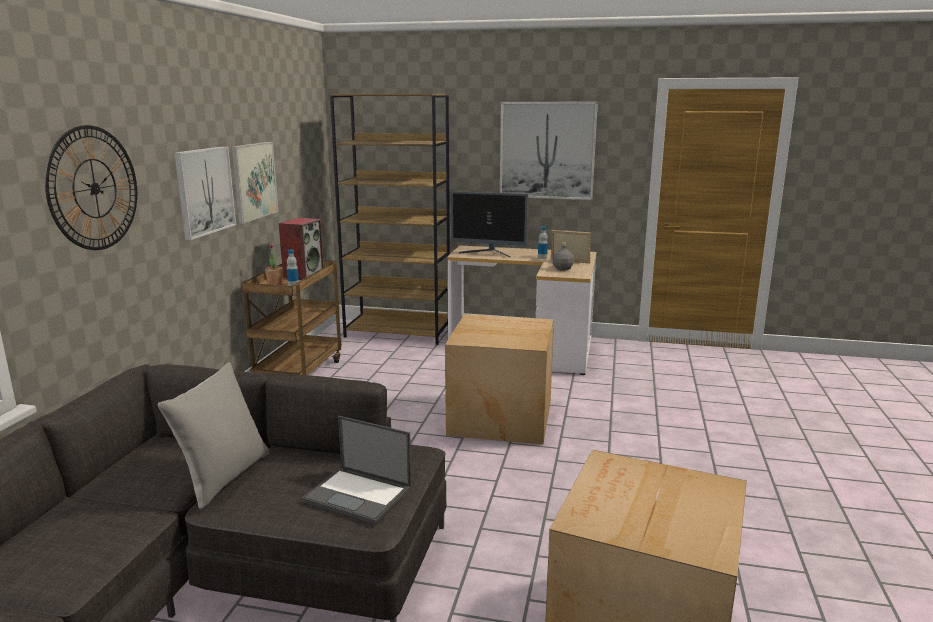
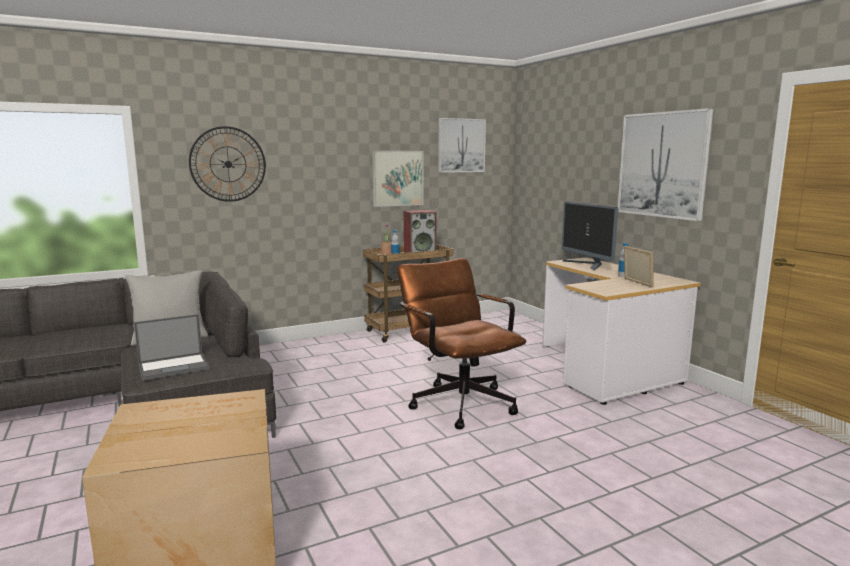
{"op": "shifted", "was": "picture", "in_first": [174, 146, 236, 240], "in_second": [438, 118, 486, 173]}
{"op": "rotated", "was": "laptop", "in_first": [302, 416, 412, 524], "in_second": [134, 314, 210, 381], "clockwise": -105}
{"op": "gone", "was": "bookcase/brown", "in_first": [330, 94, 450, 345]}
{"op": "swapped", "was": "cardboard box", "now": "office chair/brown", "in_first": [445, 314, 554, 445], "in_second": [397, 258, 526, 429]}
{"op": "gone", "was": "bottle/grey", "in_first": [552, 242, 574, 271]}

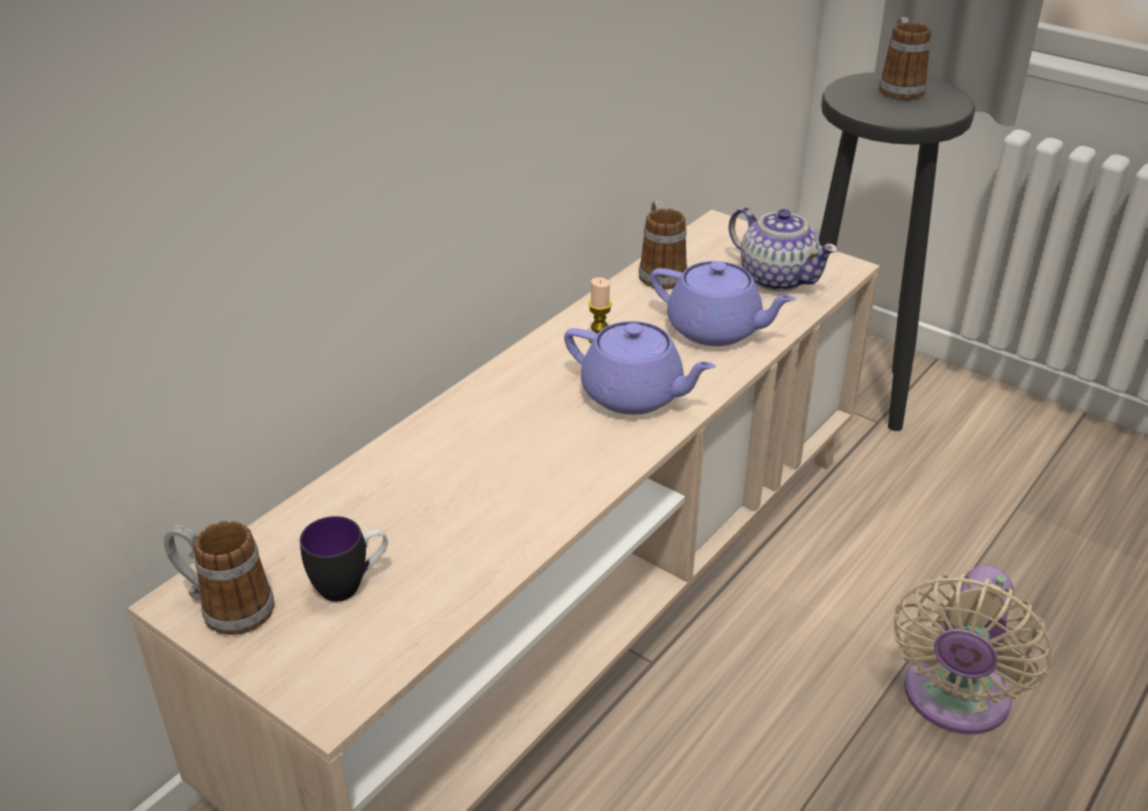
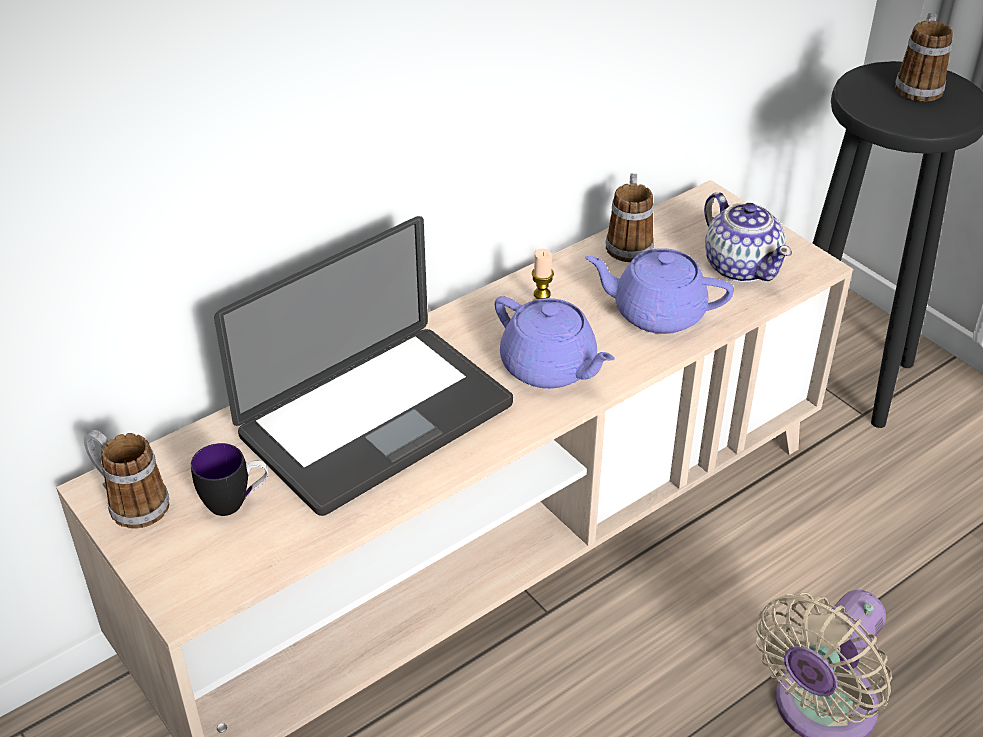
{"op": "rotated", "was": "teapot/purple", "in_first": [650, 261, 796, 346], "in_second": [585, 248, 734, 334], "clockwise": 150}
{"op": "new", "now": "laptop", "in_second": [214, 216, 513, 516]}

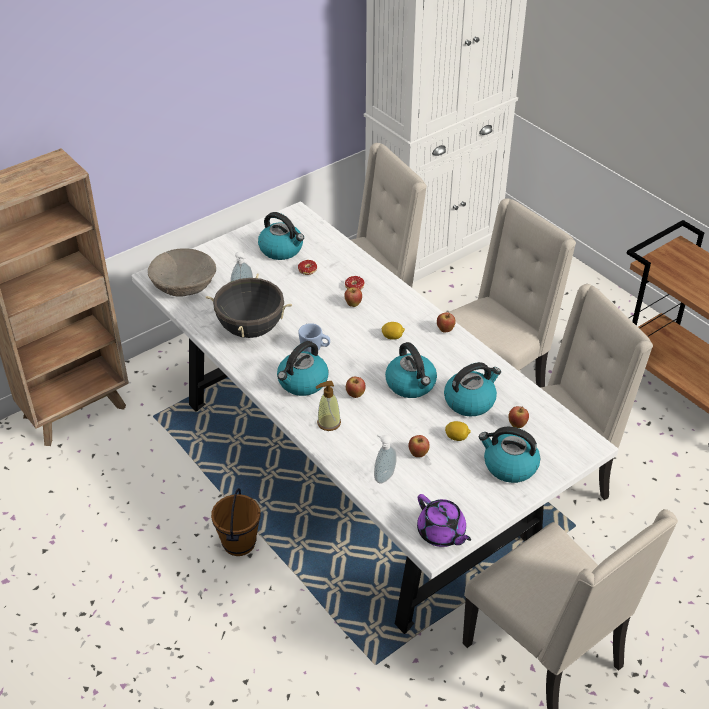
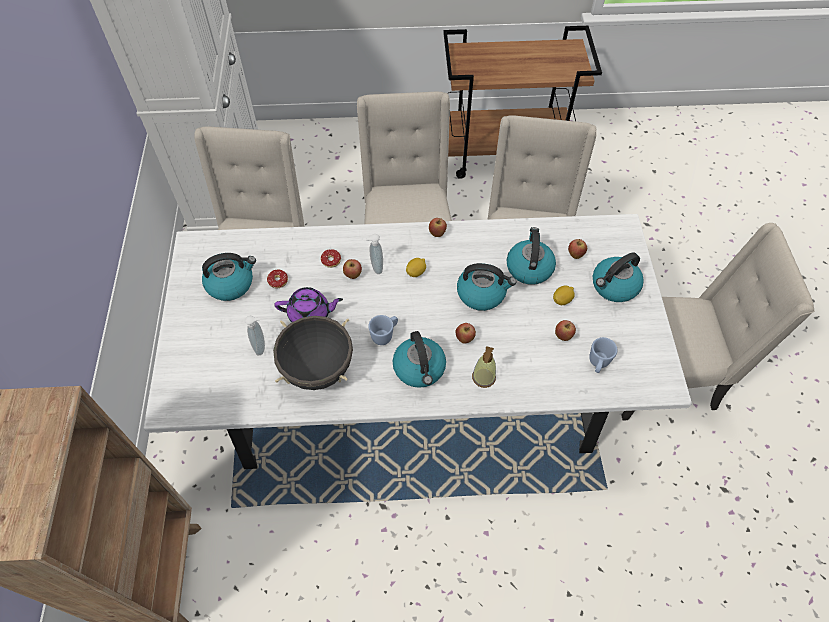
{"op": "gone", "was": "bowl/beige", "in_first": [148, 248, 216, 296]}
{"op": "gone", "was": "bucket/brown", "in_first": [211, 488, 261, 556]}
{"op": "shifted", "was": "soap dispenser", "in_first": [374, 433, 397, 484], "in_second": [365, 234, 383, 274]}
{"op": "shifted", "was": "teapot/purple", "in_first": [417, 494, 471, 547], "in_second": [274, 287, 343, 322]}
{"op": "new", "now": "mug/blue", "in_second": [589, 337, 617, 373]}

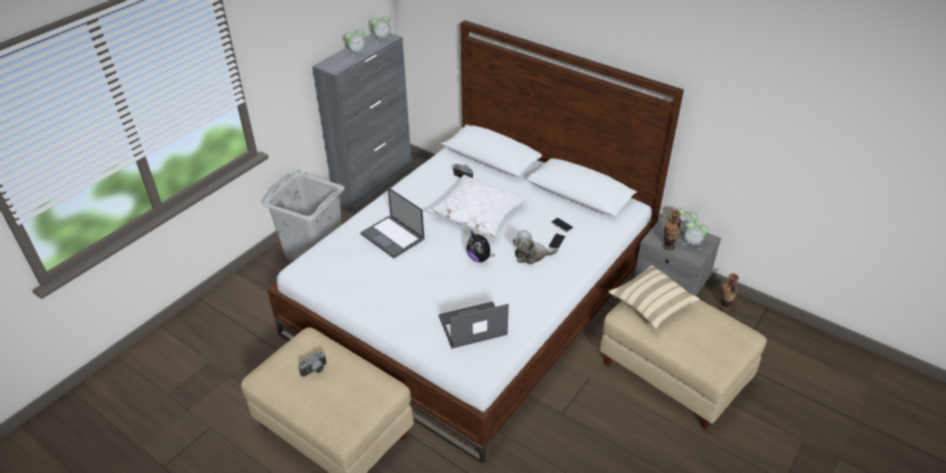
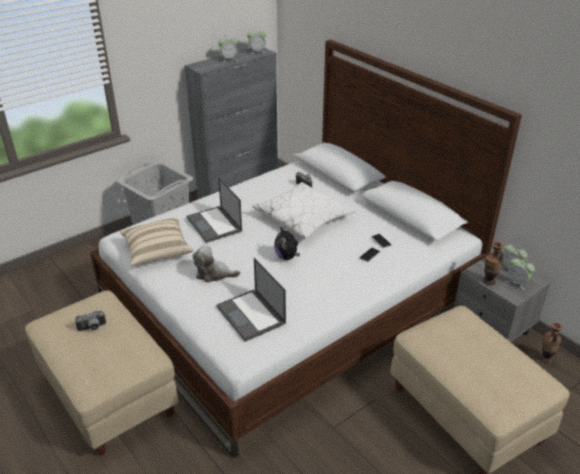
{"op": "rotated", "was": "laptop", "in_first": [439, 302, 509, 349], "in_second": [216, 258, 286, 342], "clockwise": -120}
{"op": "shifted", "was": "plush toy", "in_first": [513, 230, 558, 265], "in_second": [193, 245, 240, 283]}
{"op": "shifted", "was": "pillow/beige", "in_first": [608, 265, 699, 329], "in_second": [120, 218, 193, 266]}

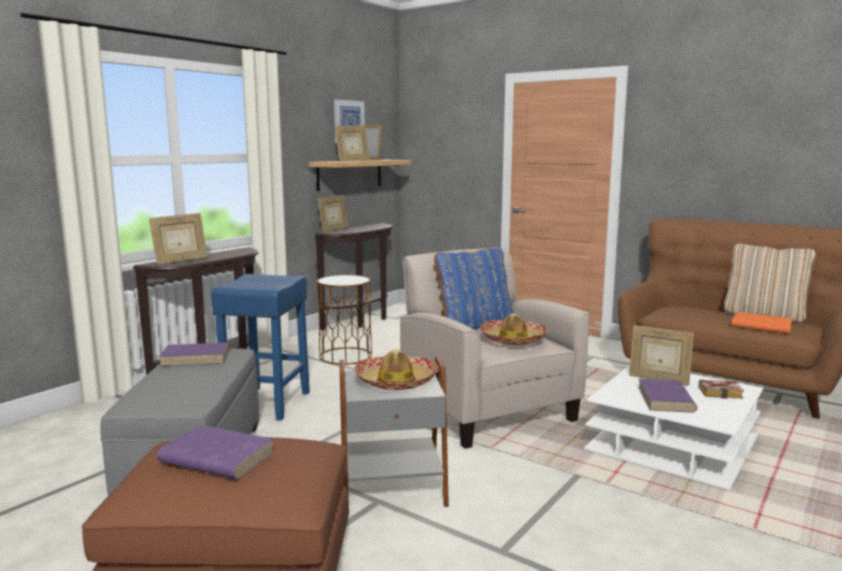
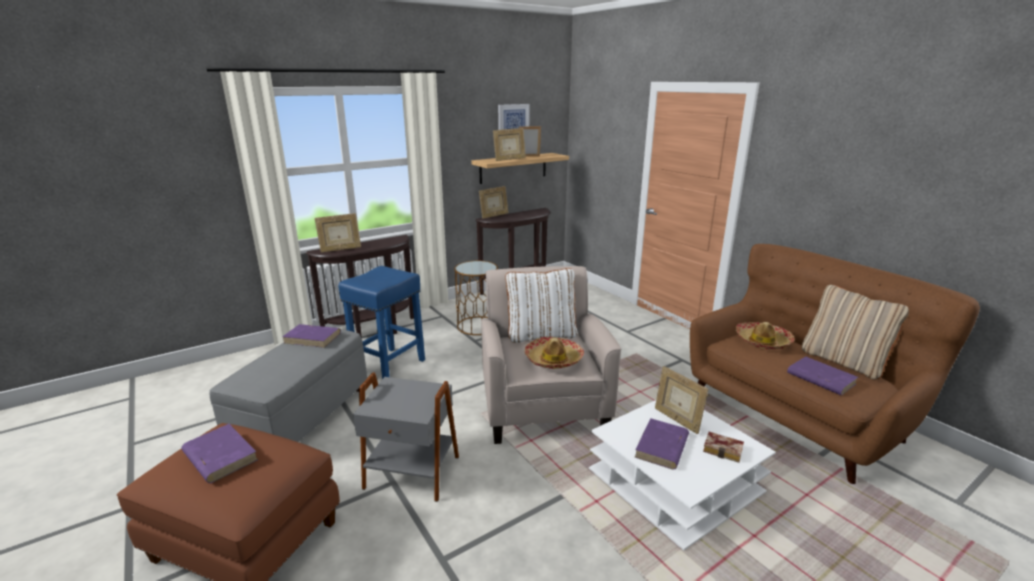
{"op": "shifted", "was": "hat", "in_first": [354, 349, 439, 390], "in_second": [736, 322, 795, 349]}
{"op": "repainted", "was": "pillow/blue", "now": "pillow/white", "in_first": [434, 247, 514, 329], "in_second": [505, 268, 577, 343]}
{"op": "repainted", "was": "book/orange", "now": "book/purple", "in_first": [732, 312, 793, 334], "in_second": [787, 356, 858, 395]}

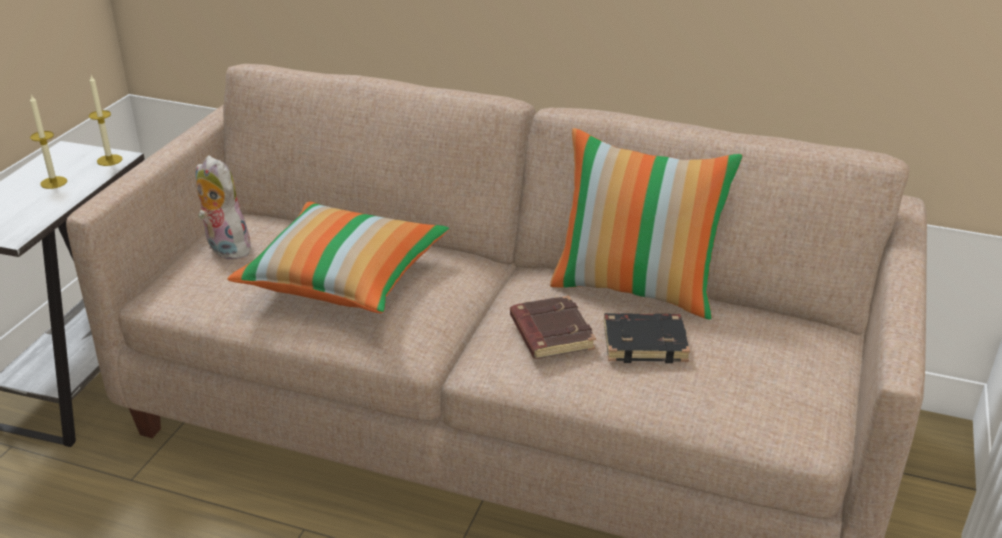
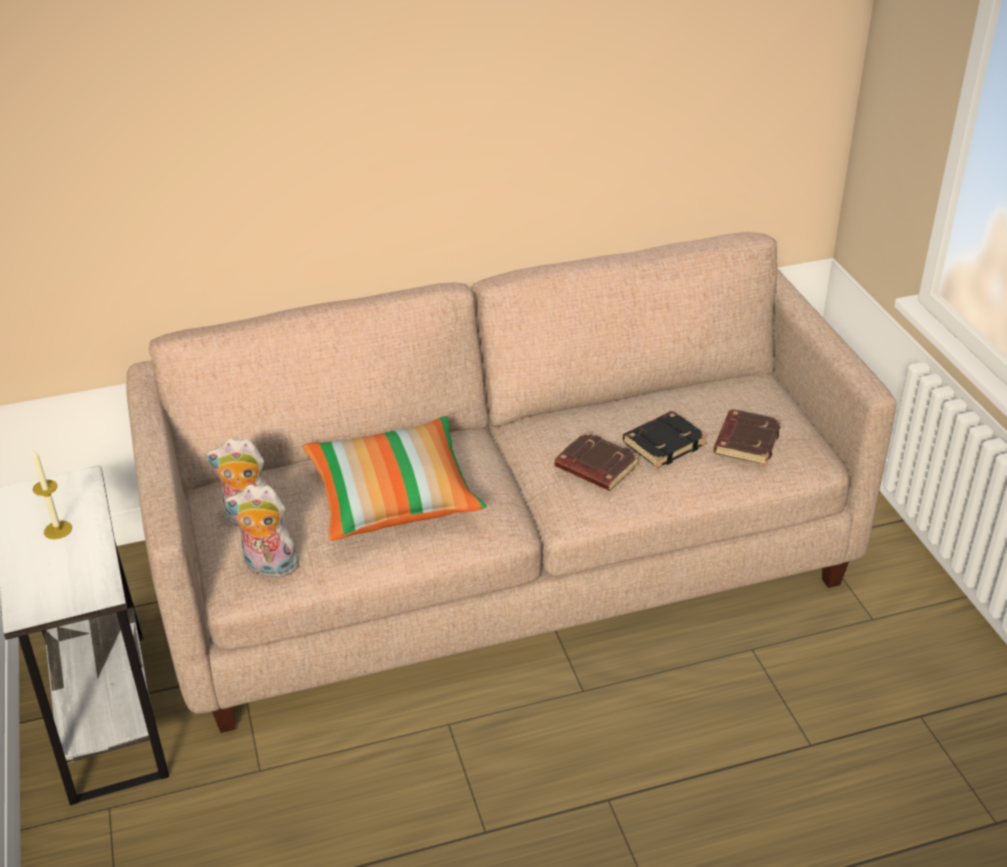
{"op": "gone", "was": "candle", "in_first": [89, 75, 122, 166]}
{"op": "gone", "was": "pillow", "in_first": [550, 128, 743, 319]}
{"op": "new", "now": "plush toy", "in_second": [225, 485, 305, 578]}
{"op": "new", "now": "book/brown", "in_second": [713, 409, 782, 466]}

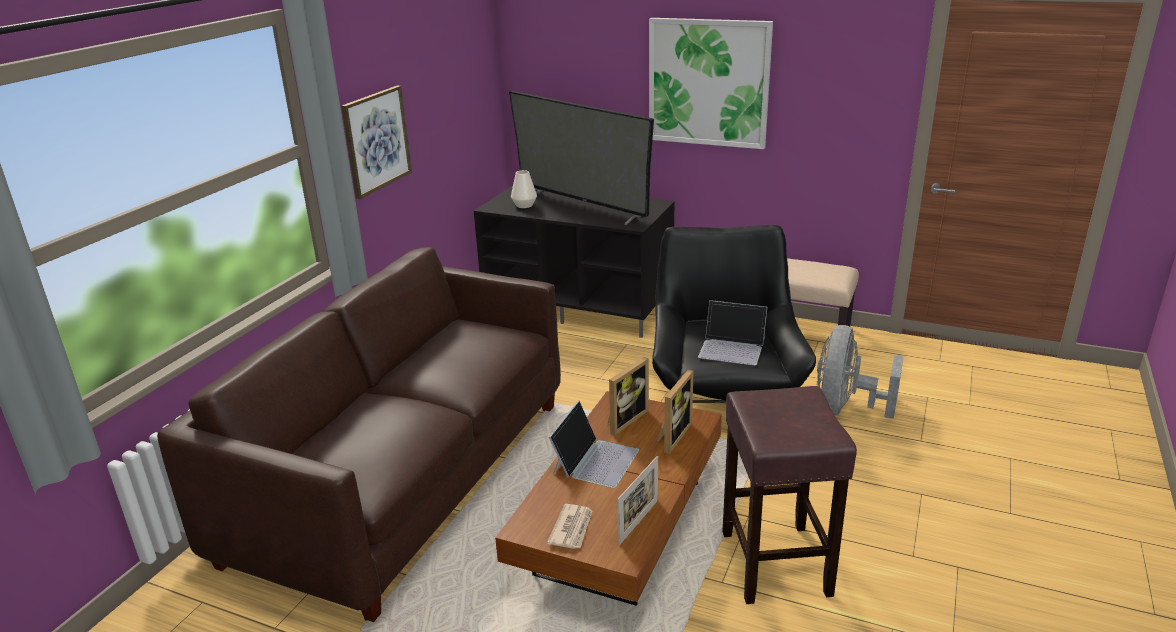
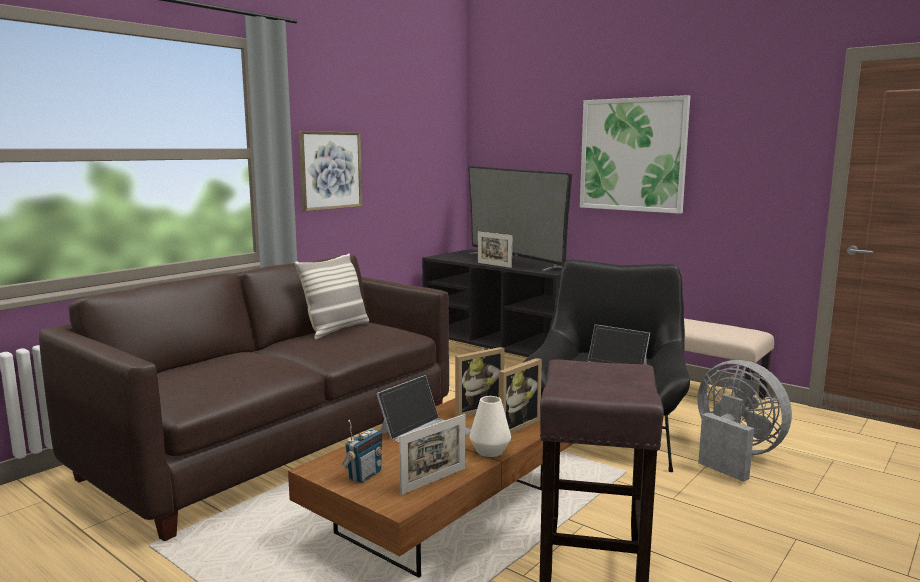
{"op": "shifted", "was": "vase/white", "in_first": [511, 170, 537, 208], "in_second": [469, 396, 511, 457]}
{"op": "swapped", "was": "newspaper", "now": "radio", "in_first": [547, 504, 592, 549], "in_second": [342, 420, 383, 483]}
{"op": "rotated", "was": "fan/grey", "in_first": [817, 325, 904, 419], "in_second": [698, 360, 792, 482], "clockwise": 105}
{"op": "new", "now": "pillow", "in_second": [295, 253, 369, 340]}
{"op": "new", "now": "picture frame", "in_second": [478, 232, 512, 268]}

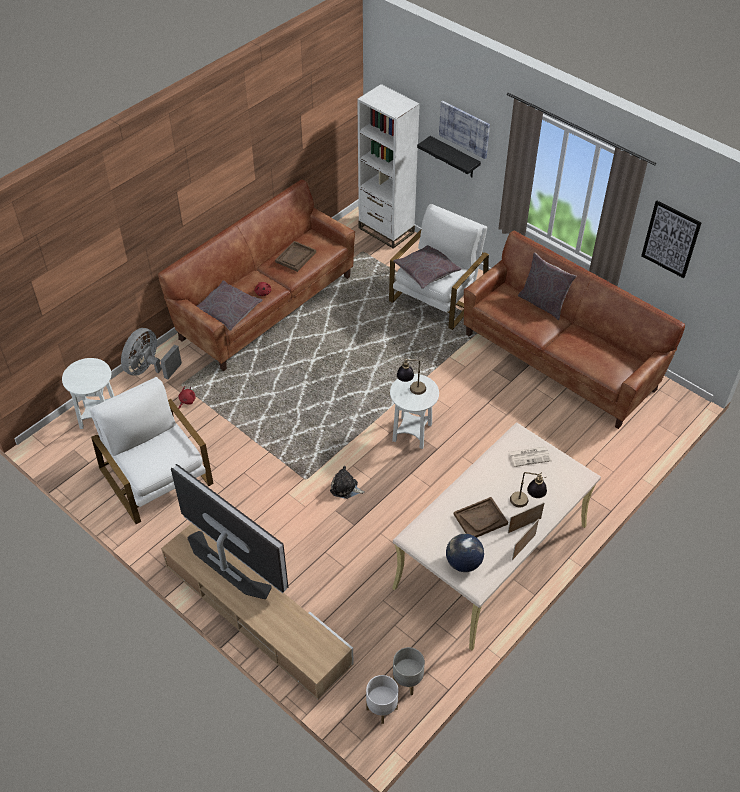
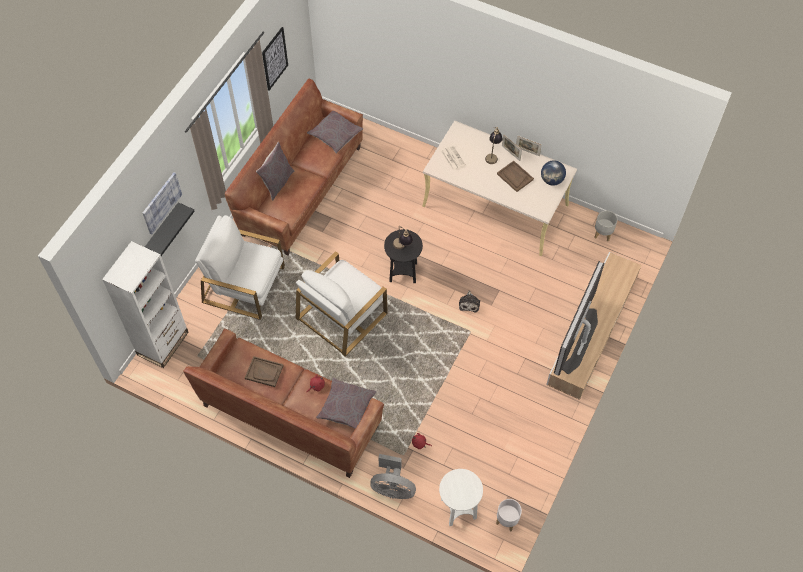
{"op": "shifted", "was": "armchair/white", "in_first": [89, 377, 214, 524], "in_second": [295, 251, 388, 356]}
{"op": "shifted", "was": "planter/white", "in_first": [366, 675, 398, 724], "in_second": [496, 499, 522, 532]}
{"op": "repainted", "was": "side table/white", "now": "side table/black", "in_first": [390, 374, 439, 449], "in_second": [384, 229, 423, 283]}
{"op": "shifted", "was": "pillow/grey", "in_first": [393, 245, 462, 289], "in_second": [307, 111, 363, 154]}

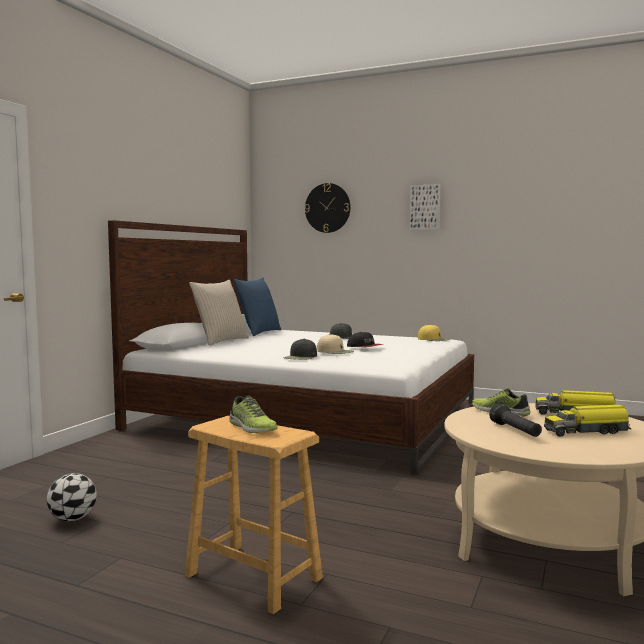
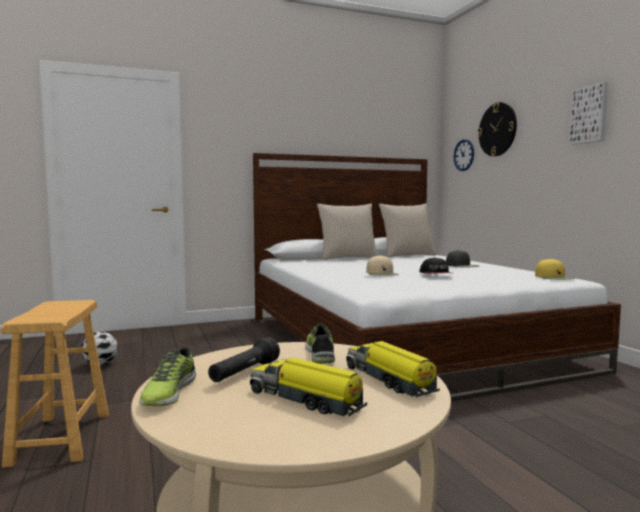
{"op": "shifted", "was": "shoe", "in_first": [229, 395, 278, 433], "in_second": [139, 347, 196, 406]}
{"op": "repainted", "was": "pillow/blue", "now": "pillow/beige", "in_first": [234, 277, 281, 336], "in_second": [379, 203, 437, 257]}
{"op": "gone", "was": "cap/black", "in_first": [284, 339, 317, 360]}
{"op": "new", "now": "wall clock", "in_second": [454, 139, 474, 171]}

